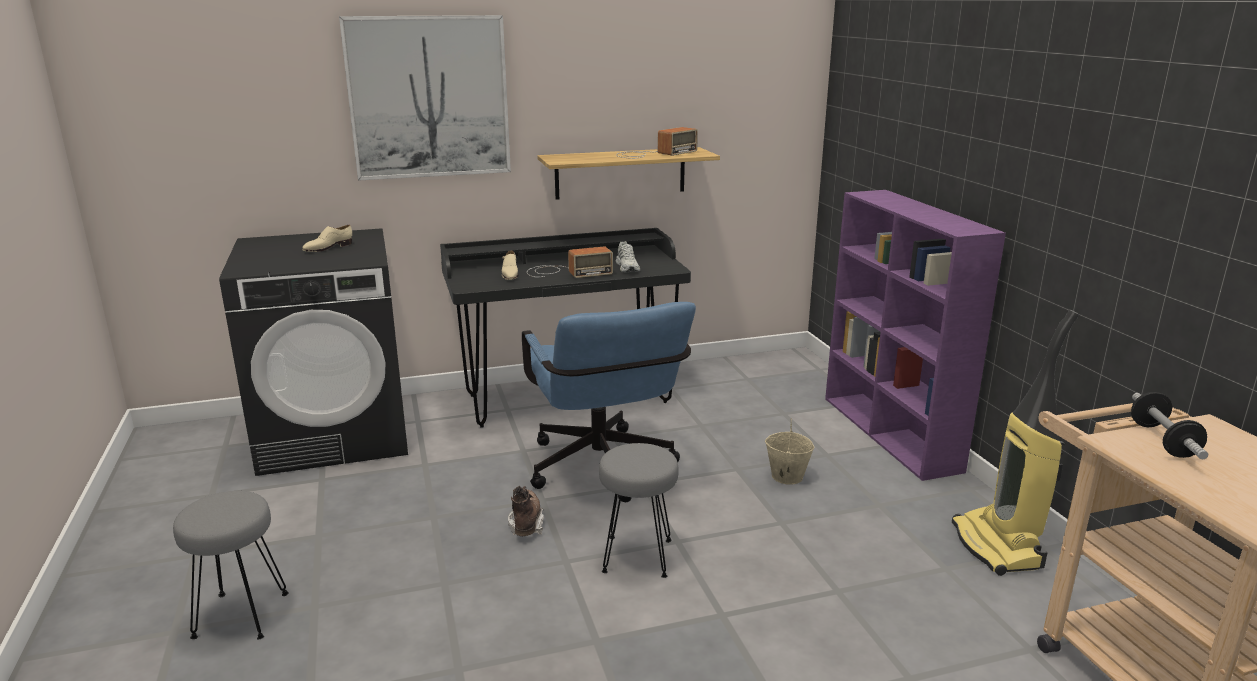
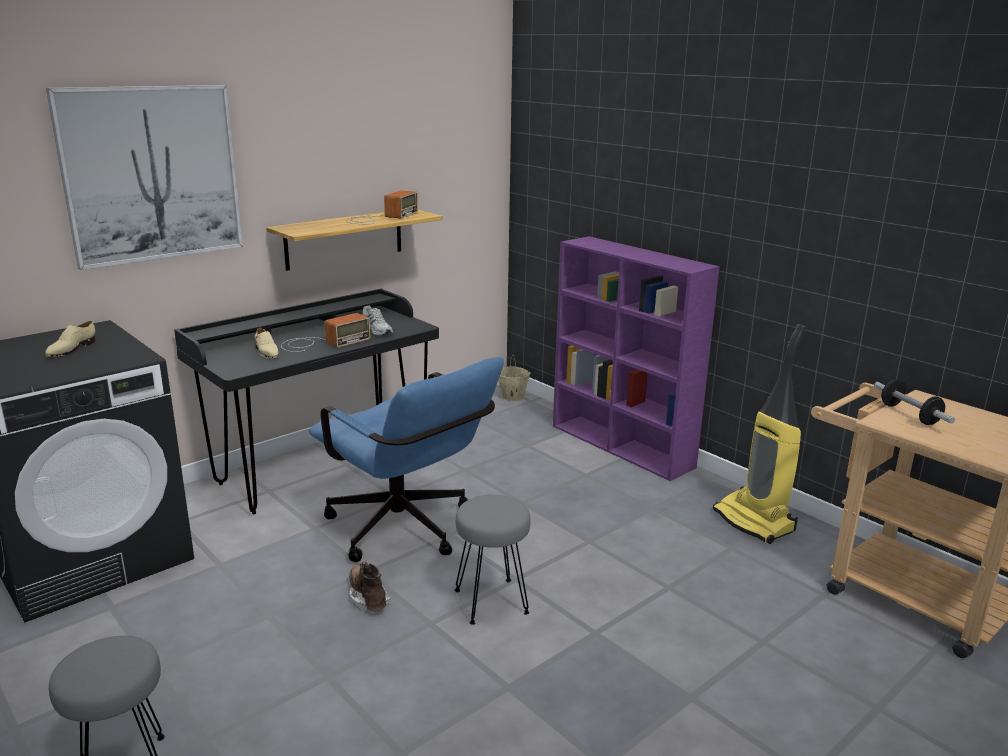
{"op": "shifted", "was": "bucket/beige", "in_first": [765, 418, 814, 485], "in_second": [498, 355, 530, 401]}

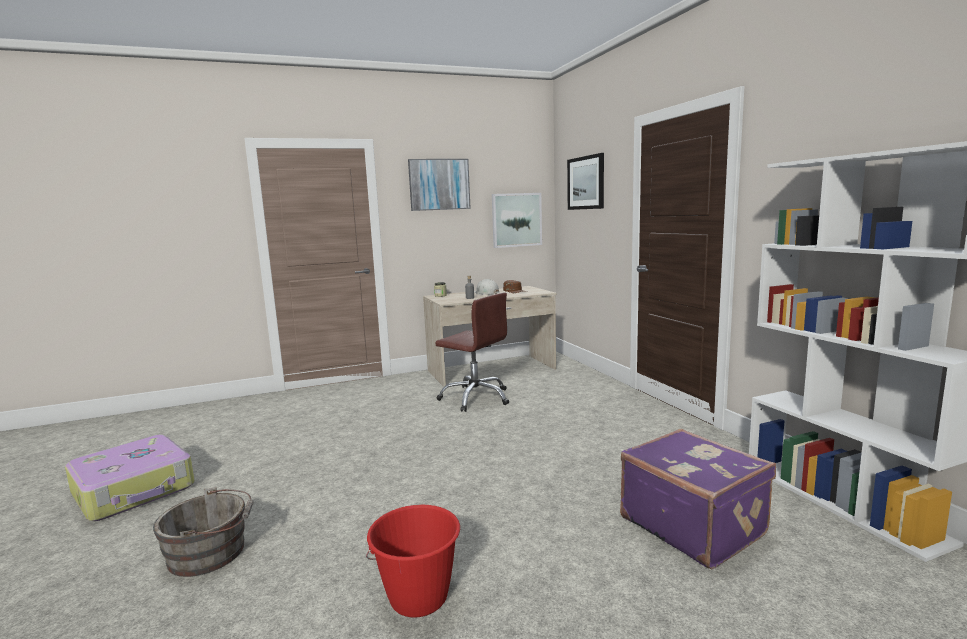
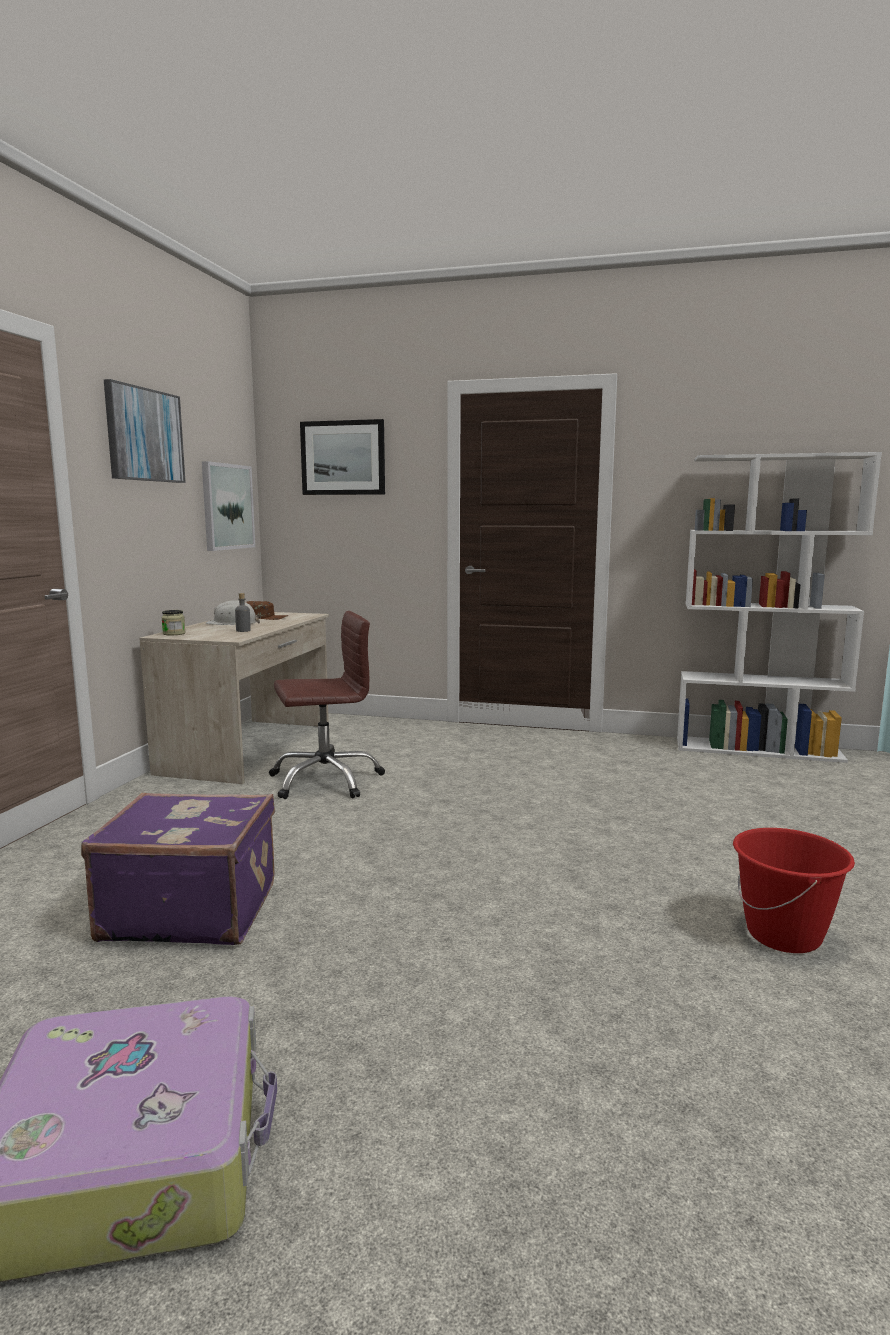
{"op": "gone", "was": "bucket/grey", "in_first": [153, 487, 254, 577]}
{"op": "shifted", "was": "suitcase/purple", "in_first": [620, 429, 776, 569], "in_second": [81, 793, 275, 945]}

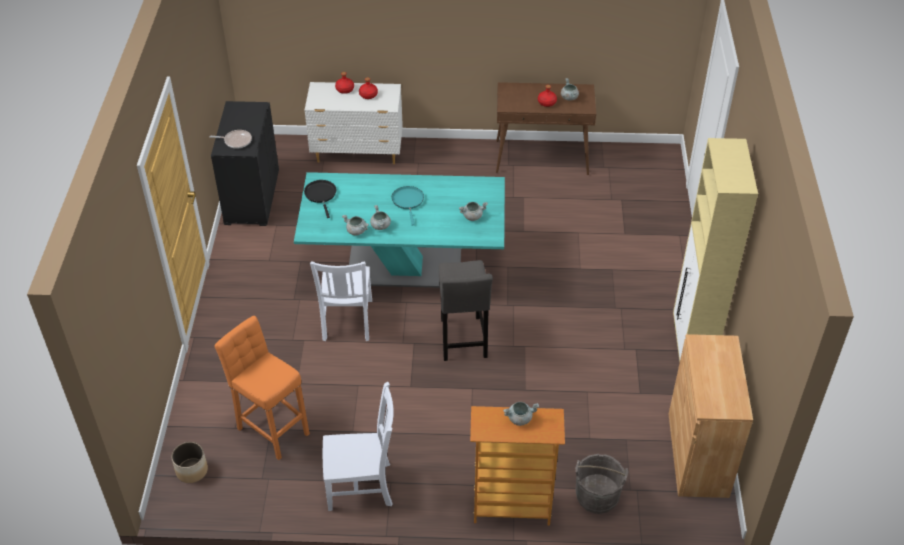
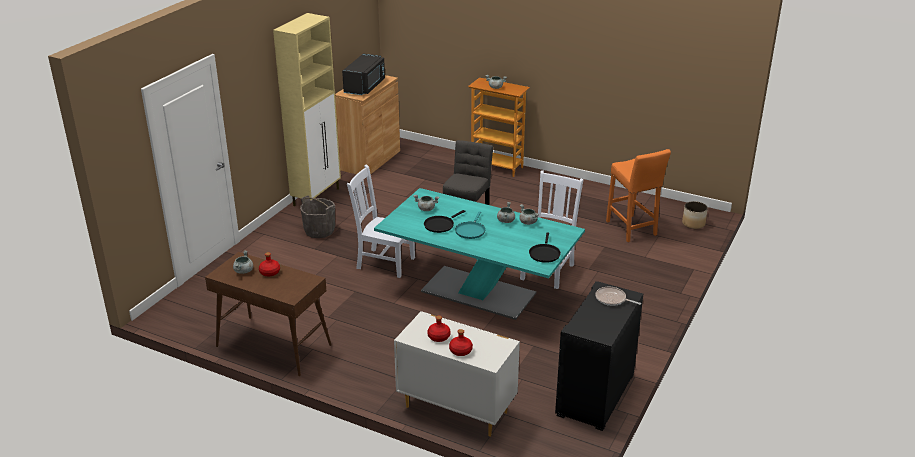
{"op": "shifted", "was": "chair/white", "in_first": [323, 382, 394, 511], "in_second": [347, 165, 415, 278]}
{"op": "shifted", "was": "bucket/grey", "in_first": [575, 454, 628, 514], "in_second": [300, 195, 335, 238]}
{"op": "new", "now": "microwave/black", "in_second": [342, 53, 385, 95]}
{"op": "new", "now": "frying pan/black", "in_second": [424, 210, 465, 233]}

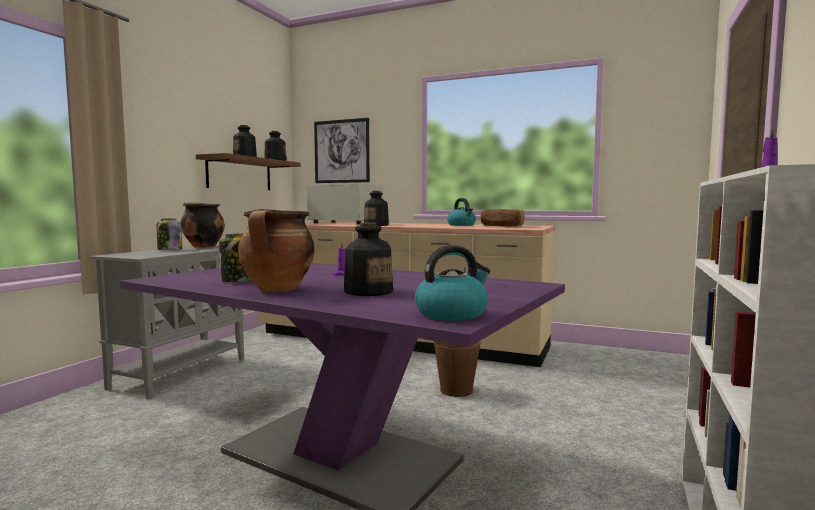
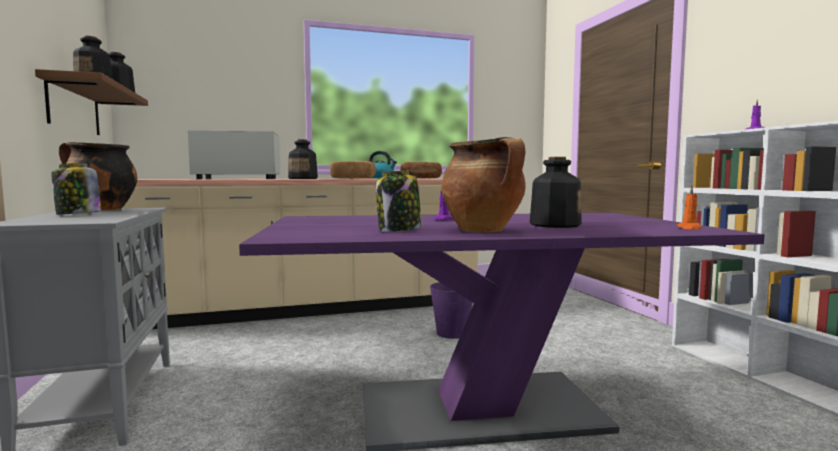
{"op": "gone", "was": "picture", "in_first": [314, 118, 370, 183]}
{"op": "swapped", "was": "kettle", "now": "candle/orange", "in_first": [415, 245, 490, 321], "in_second": [677, 186, 702, 230]}
{"op": "repainted", "was": "bucket/brown", "now": "bucket/purple", "in_first": [434, 341, 481, 397], "in_second": [430, 282, 473, 339]}
{"op": "new", "now": "bread", "in_second": [330, 161, 376, 179]}

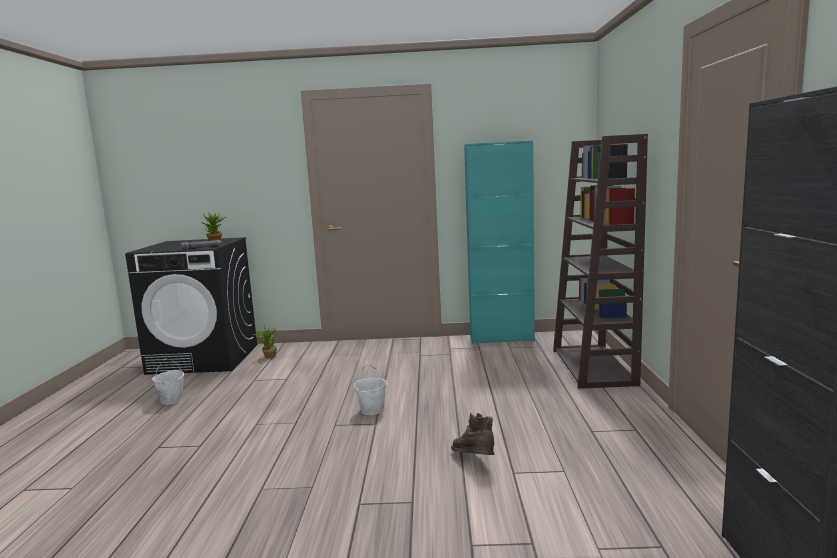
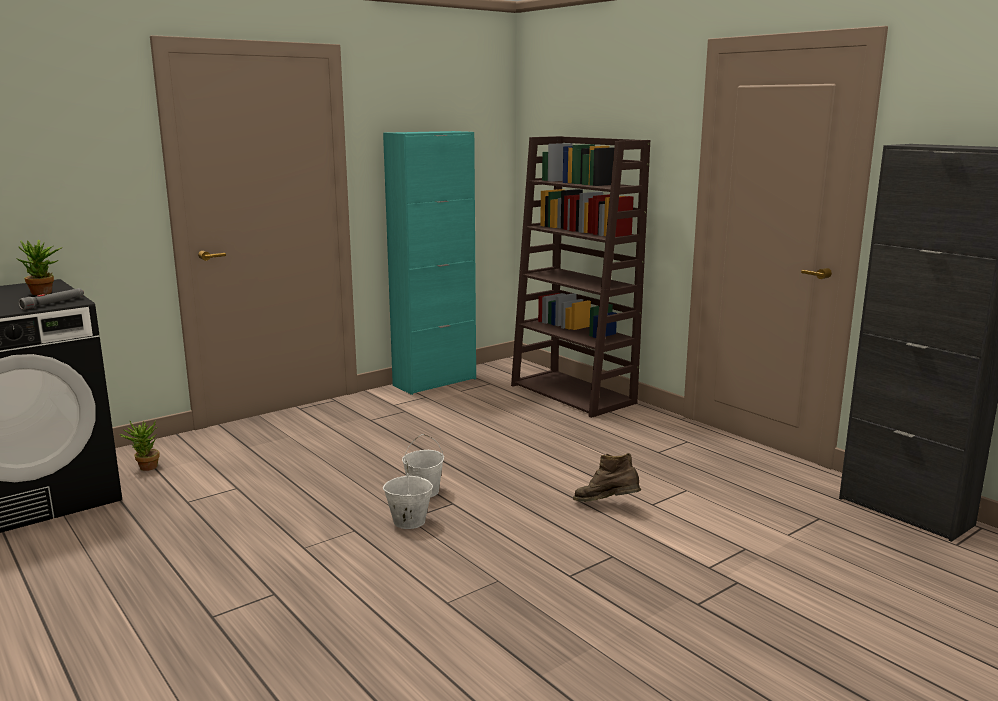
{"op": "shifted", "was": "bucket/white", "in_first": [152, 359, 184, 405], "in_second": [383, 460, 433, 529]}

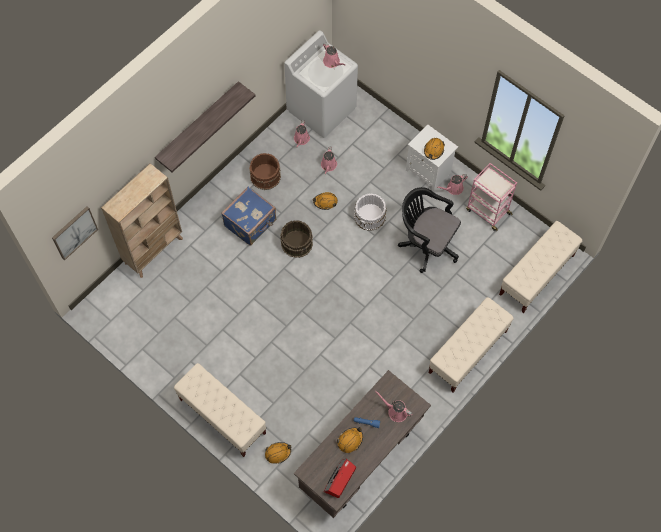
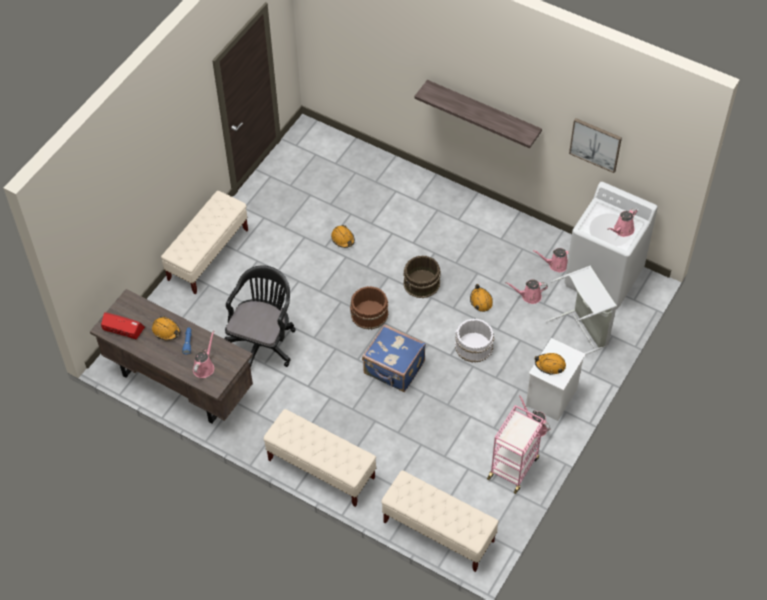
{"op": "shifted", "was": "picture", "in_first": [52, 206, 98, 261], "in_second": [569, 118, 622, 173]}
{"op": "gone", "was": "bookcase/beige", "in_first": [101, 163, 183, 278]}
{"op": "shifted", "was": "suitcase/blue", "in_first": [221, 187, 276, 246], "in_second": [362, 324, 426, 392]}
{"op": "shifted", "was": "bucket/brown", "in_first": [249, 153, 281, 190], "in_second": [350, 286, 388, 330]}
{"op": "shifted", "was": "hard hat/orange", "in_first": [265, 442, 292, 464], "in_second": [331, 225, 355, 248]}
{"op": "shifted", "was": "office chair/black", "in_first": [398, 187, 461, 273], "in_second": [225, 265, 296, 367]}
{"op": "new", "now": "laundry basket/grey", "in_second": [545, 266, 617, 355]}

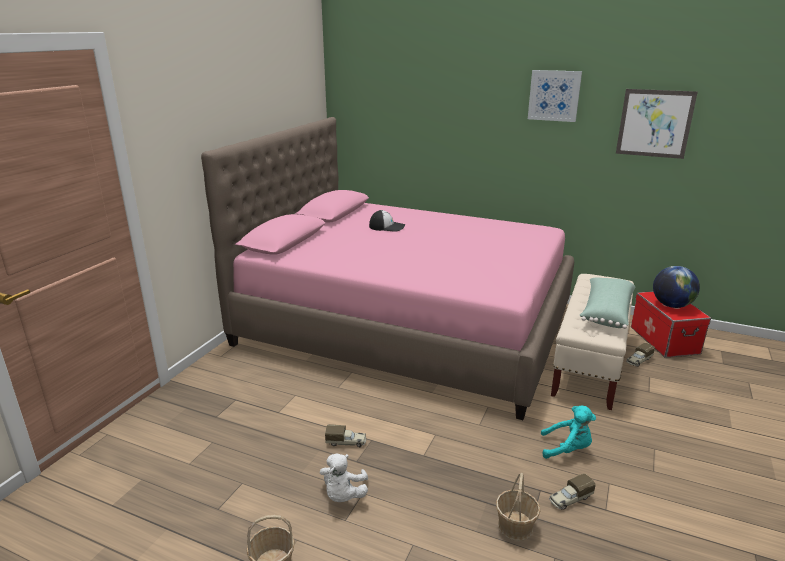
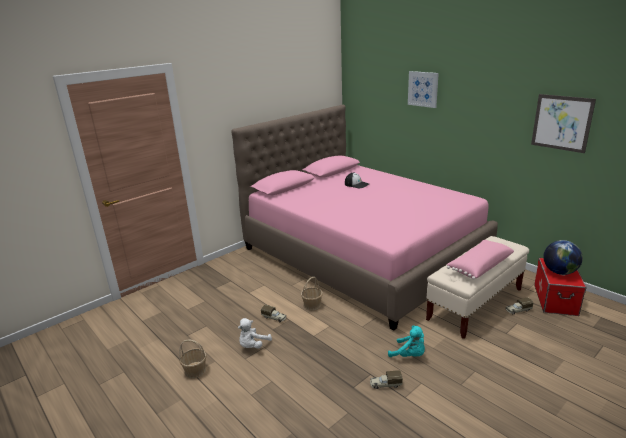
{"op": "shifted", "was": "basket", "in_first": [496, 473, 540, 541], "in_second": [301, 277, 323, 310]}
{"op": "shifted", "was": "picture", "in_first": [528, 70, 582, 122], "in_second": [408, 71, 439, 108]}
{"op": "repainted", "was": "pillow/green", "now": "pillow/pink", "in_first": [579, 277, 635, 329], "in_second": [446, 240, 514, 280]}

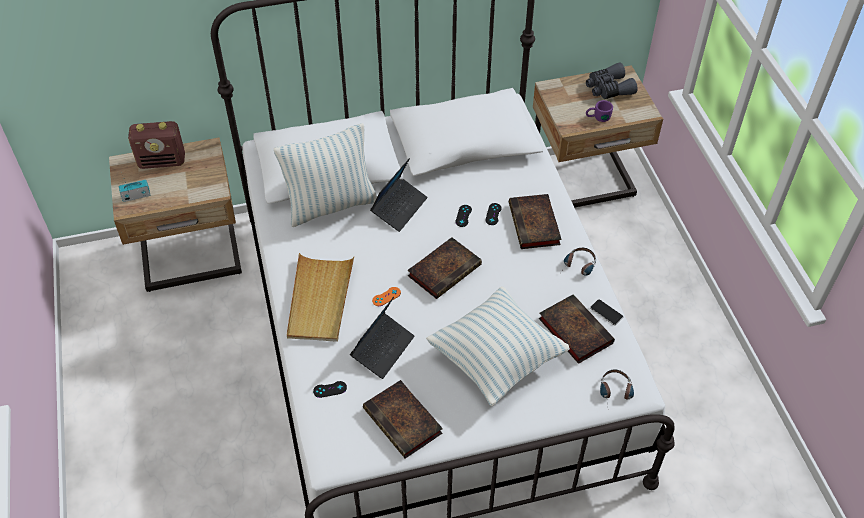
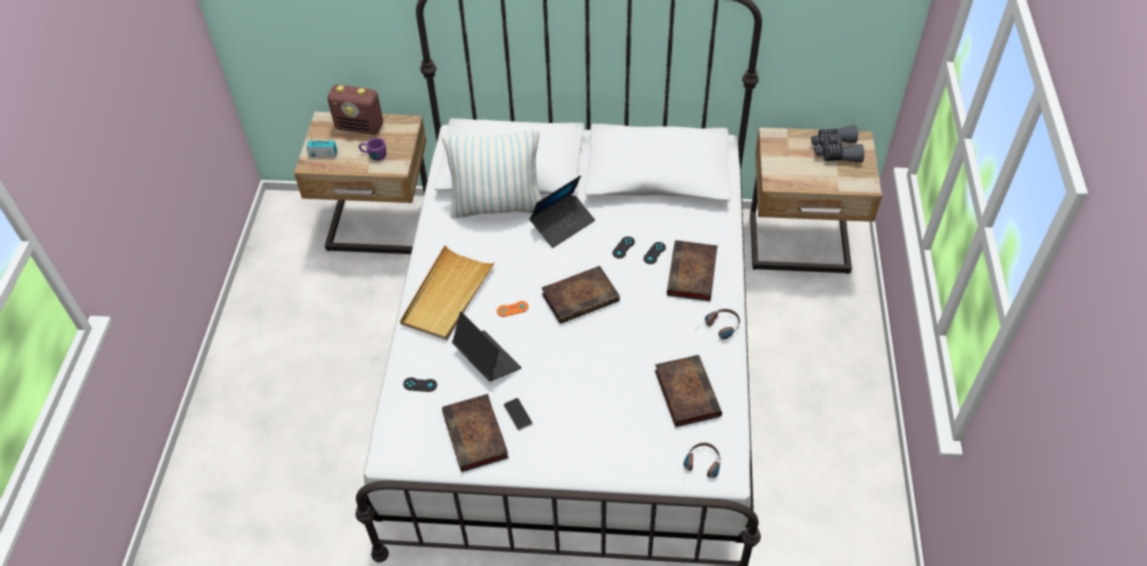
{"op": "rotated", "was": "laptop", "in_first": [350, 297, 415, 379], "in_second": [452, 311, 522, 381], "clockwise": -90}
{"op": "gone", "was": "pillow", "in_first": [426, 286, 570, 406]}
{"op": "shifted", "was": "mug/purple", "in_first": [586, 100, 613, 122], "in_second": [359, 138, 387, 161]}
{"op": "shifted", "was": "phone", "in_first": [590, 299, 623, 325], "in_second": [504, 398, 533, 430]}

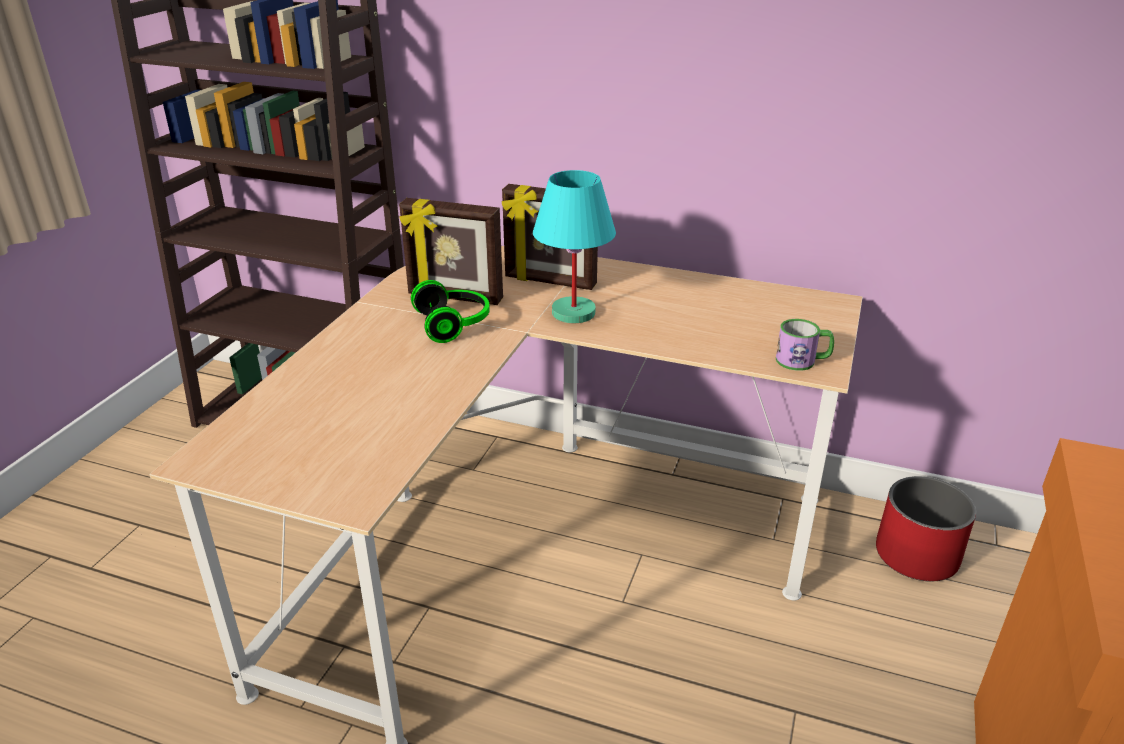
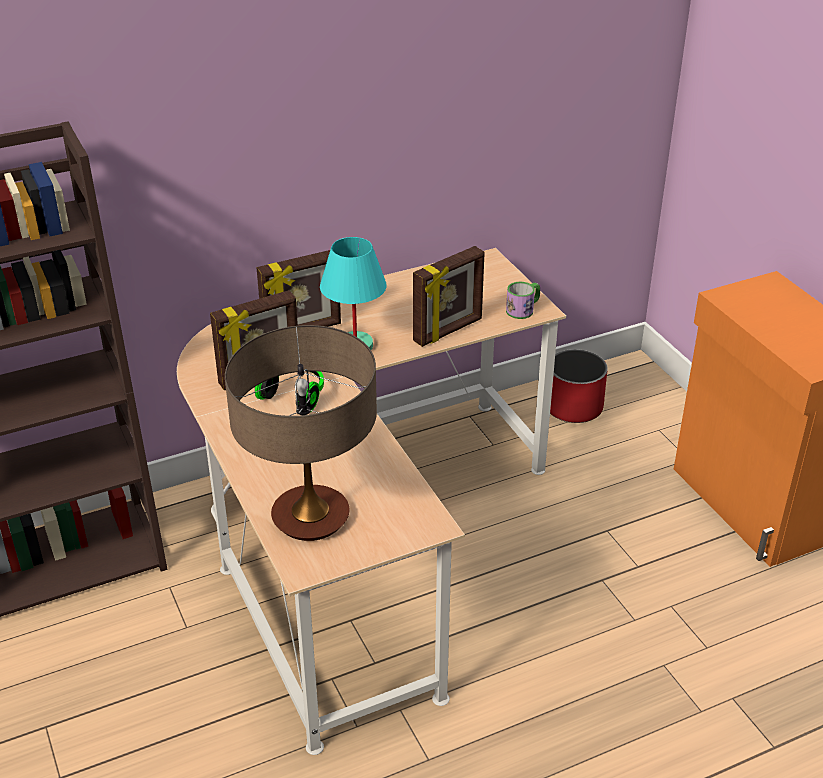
{"op": "new", "now": "table lamp", "in_second": [225, 325, 377, 541]}
{"op": "new", "now": "picture frame", "in_second": [413, 246, 485, 347]}

